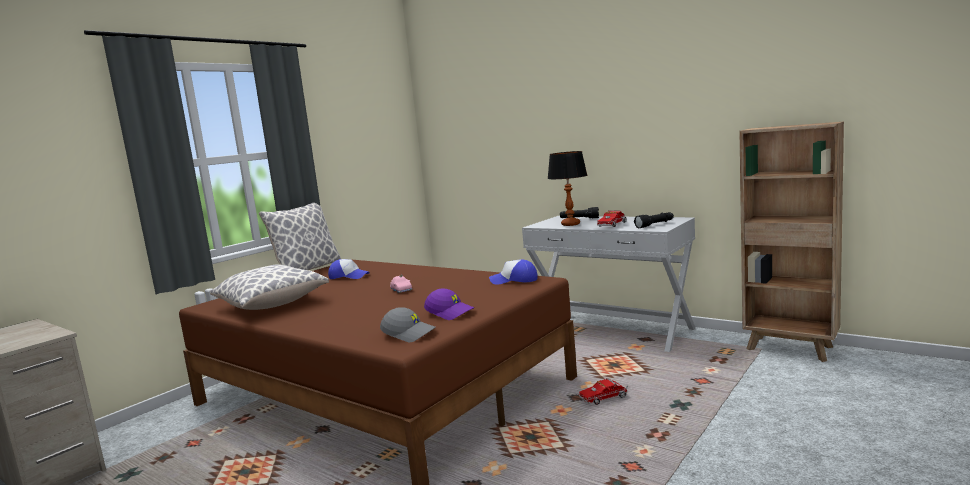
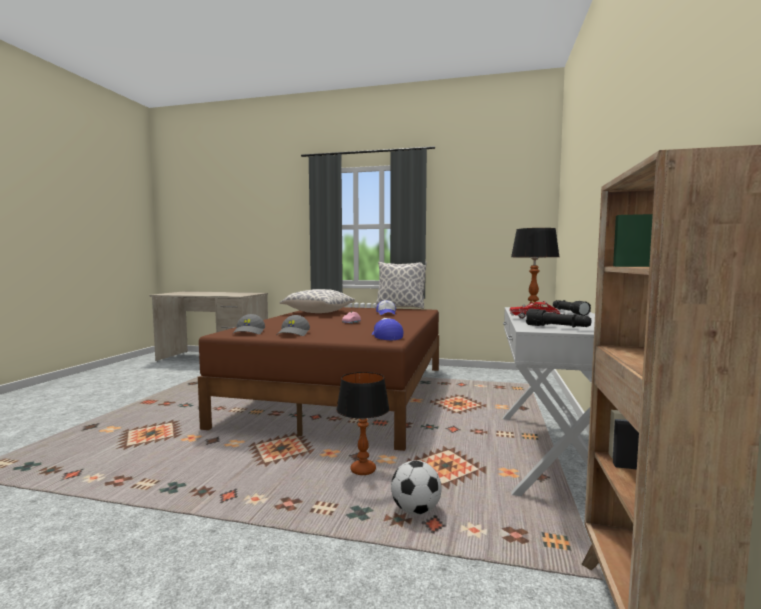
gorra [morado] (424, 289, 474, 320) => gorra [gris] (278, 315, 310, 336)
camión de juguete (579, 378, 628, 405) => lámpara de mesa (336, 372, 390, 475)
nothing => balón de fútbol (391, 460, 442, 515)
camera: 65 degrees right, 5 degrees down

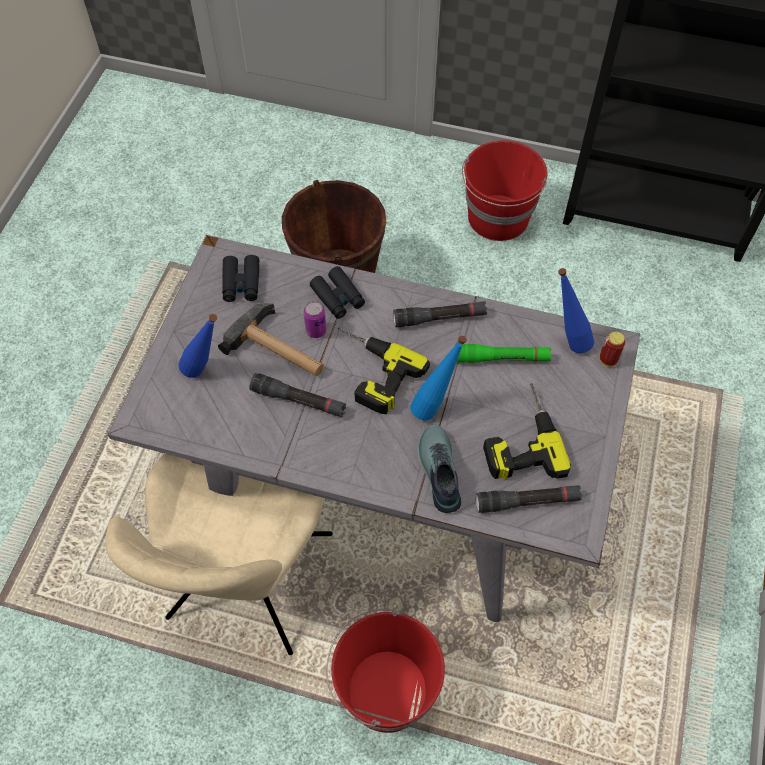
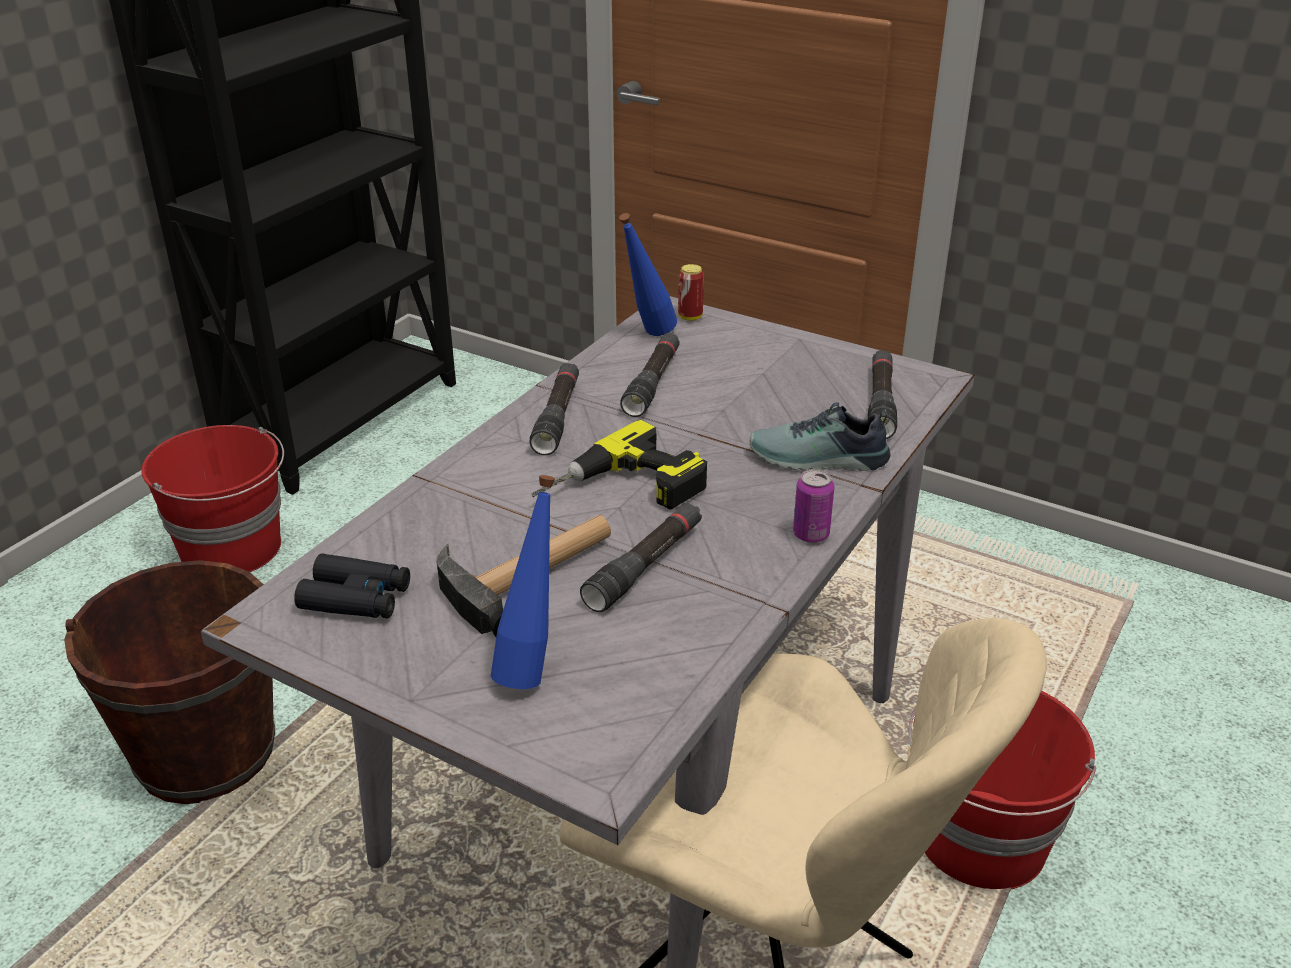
prismáticos [negro] (310, 266, 365, 319) => nothing
lata (304, 301, 326, 338) => lata (793, 469, 834, 543), move
botella [azul] (410, 336, 467, 421) => nothing
linterna [verde] (455, 344, 552, 363) => linterna [negro] (620, 333, 680, 417)
taladro (483, 383, 571, 480) => nothing
camera: 75 degrees left, 25 degrees down

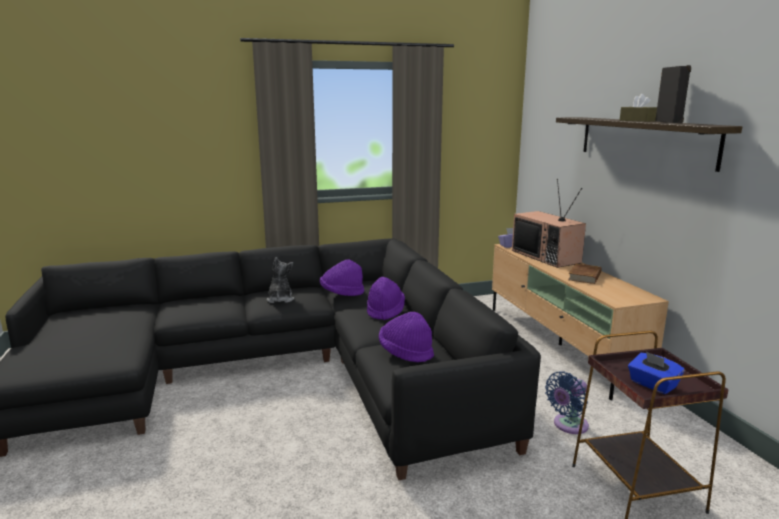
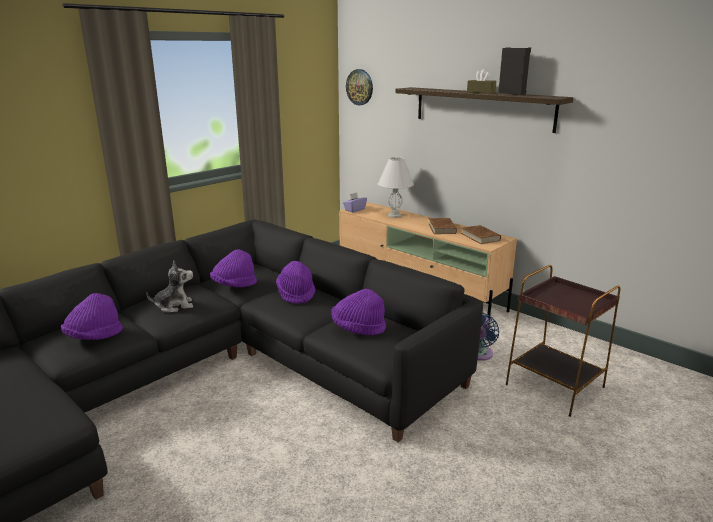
televisor (512, 179, 586, 268) => lámpara de mesa [blanco] (378, 157, 414, 218)
peluche (267, 257, 294, 303) => peluche (146, 261, 193, 312), 105 degrees clockwise
caja de pañuelos [azul] (628, 351, 684, 394) => nothing
nothing => reloj de pared (346, 69, 373, 105)
nothing => libro [marrón] (461, 225, 501, 244)
nothing => sombrero [morado] (61, 293, 123, 340)
camera: 30 degrees left, 5 degrees up

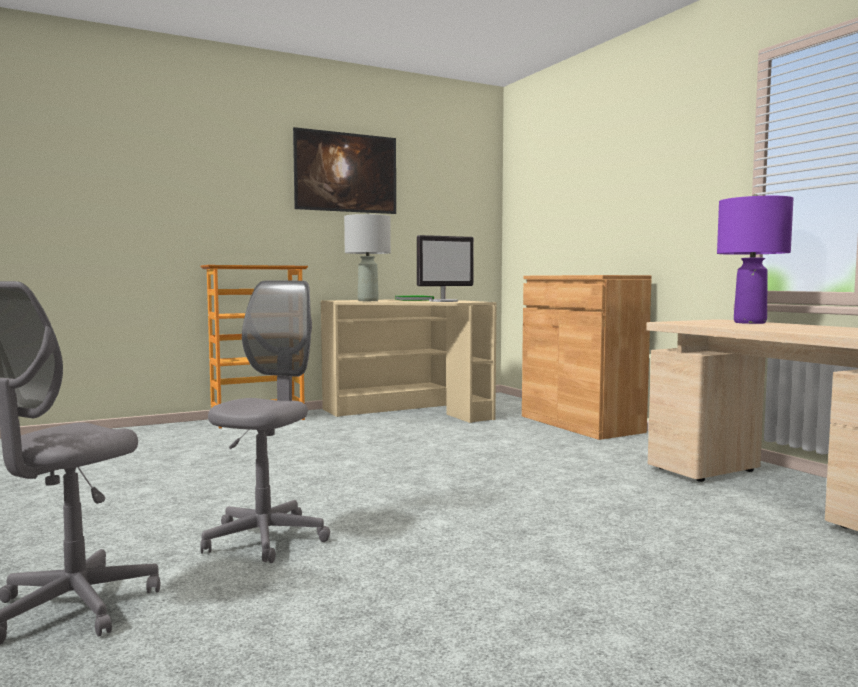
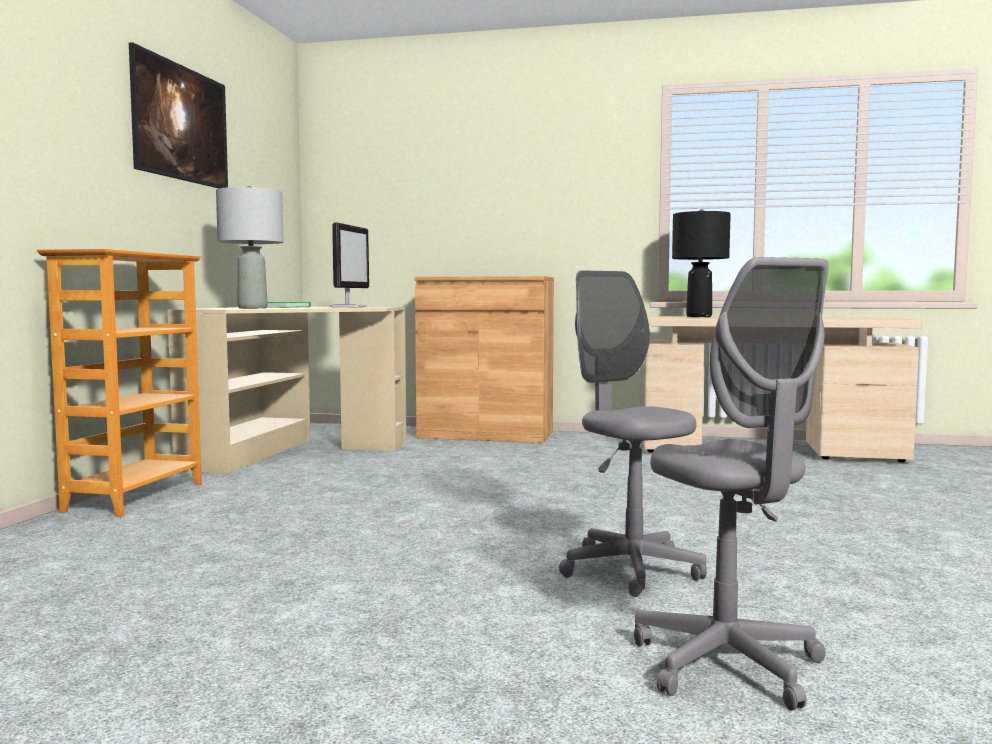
lámpara de mesa [morado] (717, 194, 794, 324) => lámpara de mesa [negro] (672, 209, 731, 317)
camera: 50 degrees left, 0 degrees up

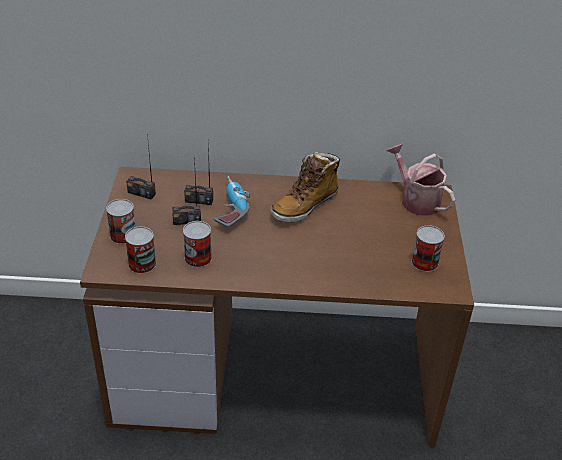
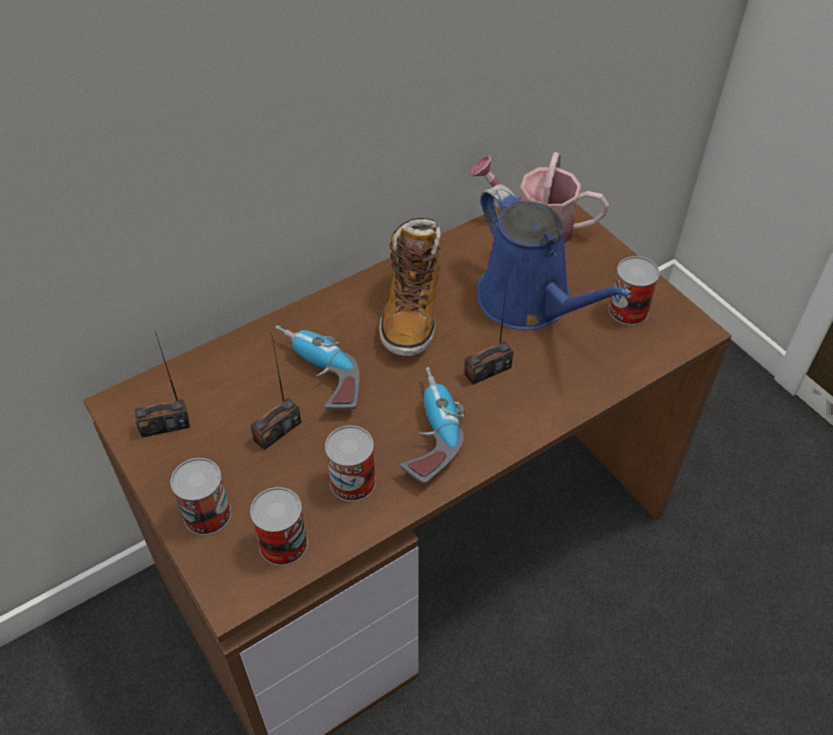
radio (184, 145, 213, 205) => radio (465, 273, 513, 385), move
nothing => regadera [azul] (477, 184, 633, 330)
nothing => taladro (400, 367, 465, 484)
camera: 35 degrees left, 10 degrees up

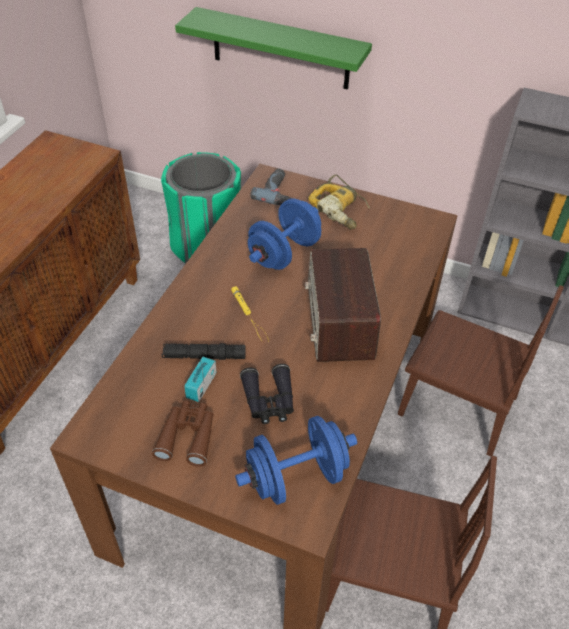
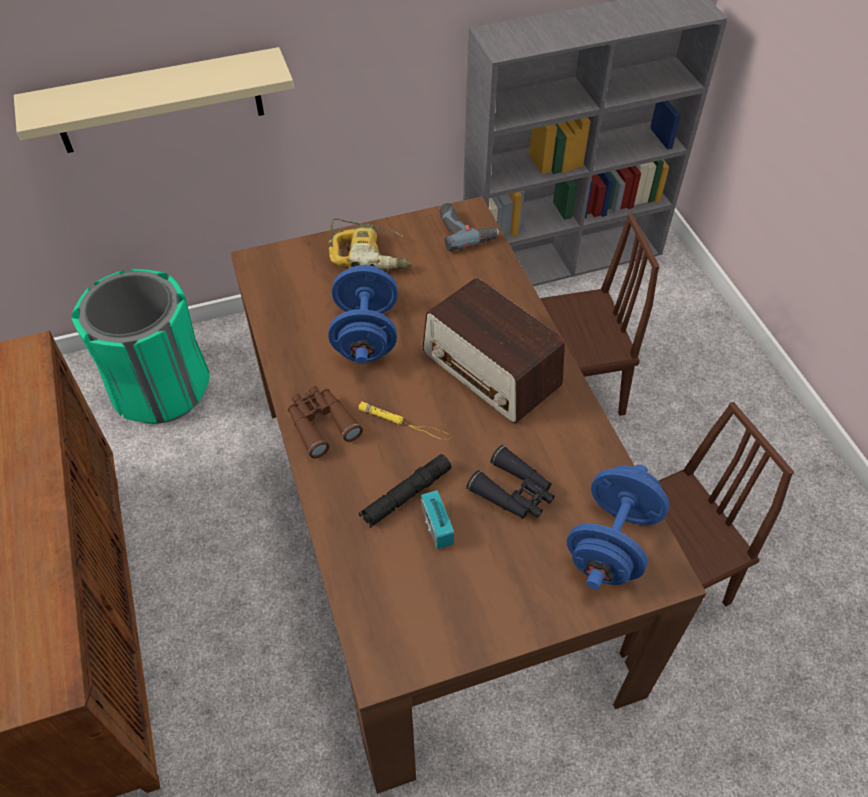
estante [verde] (175, 7, 372, 90) => estante [beis] (14, 47, 294, 153)
taladro (250, 169, 292, 205) => taladro (439, 203, 499, 251), move
prismáticos [marrón] (152, 400, 214, 467) => prismáticos [marrón] (288, 386, 363, 458), move
camera: 40 degrees left, 5 degrees up

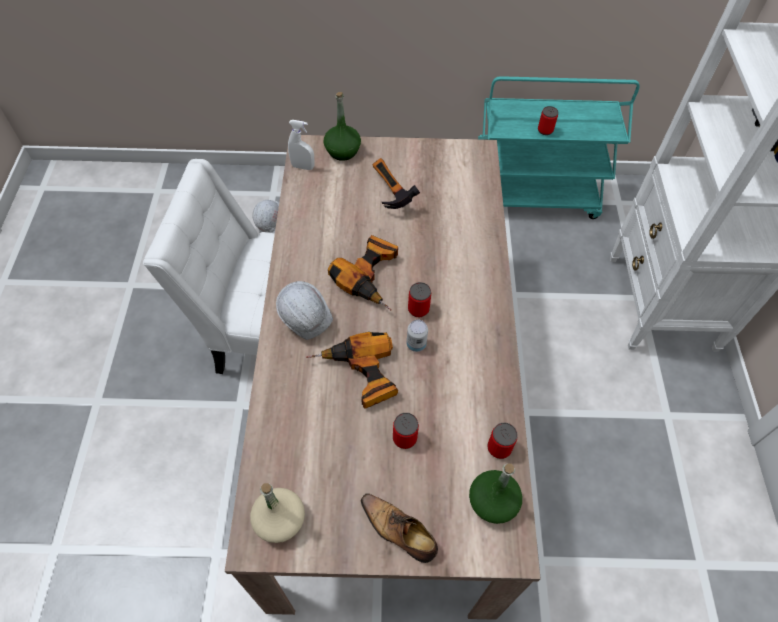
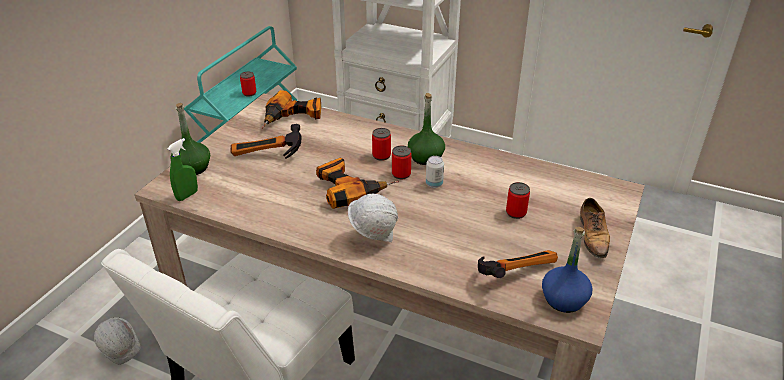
pulverizador [blanco] (288, 120, 315, 170) => pulverizador [verde] (167, 138, 198, 201)
taladro (306, 332, 398, 409) => taladro (262, 90, 321, 128), move
lata (487, 423, 517, 459) => lata (372, 128, 391, 161), move
botella [verde] (469, 464, 523, 524) => botella [verde] (408, 93, 445, 165), move
botella [beis] (250, 483, 305, 543) => botella [azul] (542, 227, 592, 313)
zapato (361, 493, 438, 563) => zapato (580, 198, 610, 258), 60 degrees counterclockwise
nothing => martillo (478, 250, 558, 278)
camera: 65 degrees left, 20 degrees down

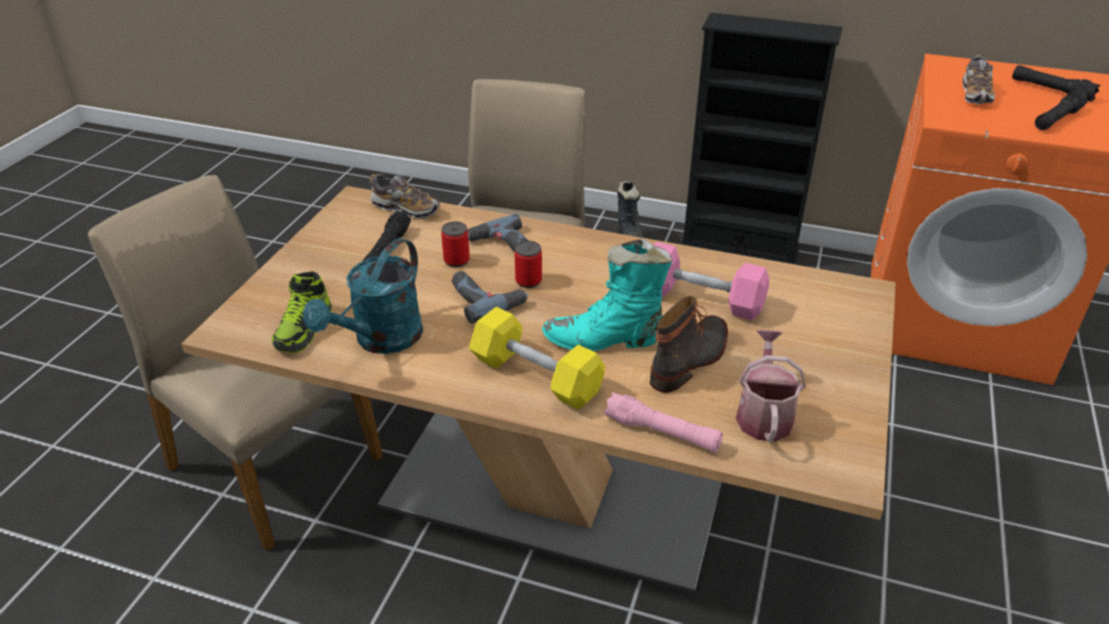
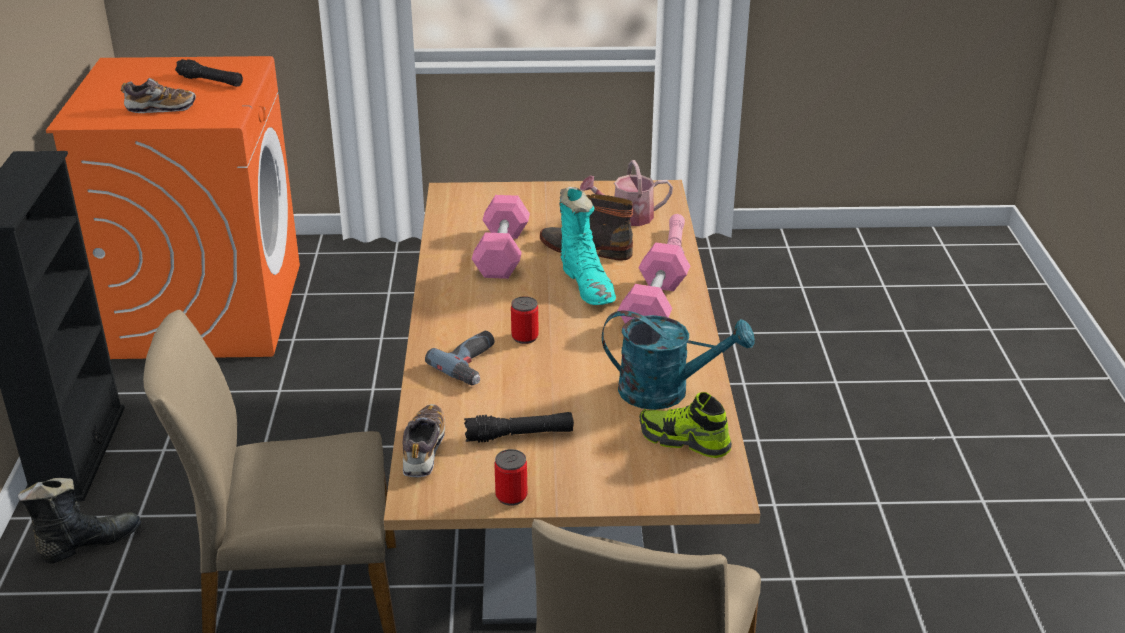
linterna [negro] (1012, 65, 1100, 102) => nothing
lata (441, 221, 470, 267) => lata (495, 449, 528, 506), move
zapato (272, 271, 332, 353) => zapato (639, 392, 732, 458), 150 degrees counterclockwise
taladro (452, 271, 528, 324) => nothing
mancuerna [amarillo] (469, 307, 605, 410) => mancuerna [rosa] (618, 242, 690, 324)
camera: 110 degrees left, 5 degrees down

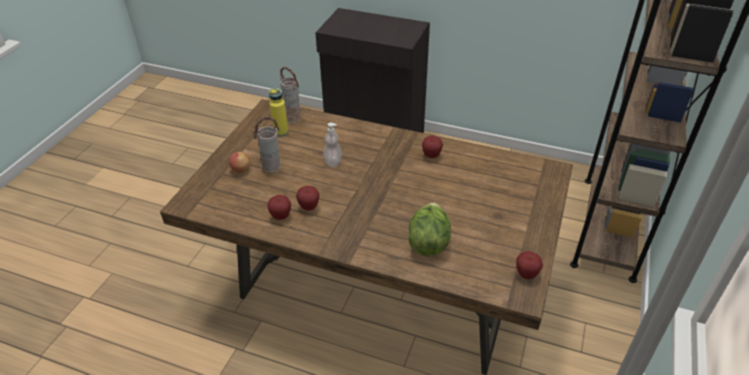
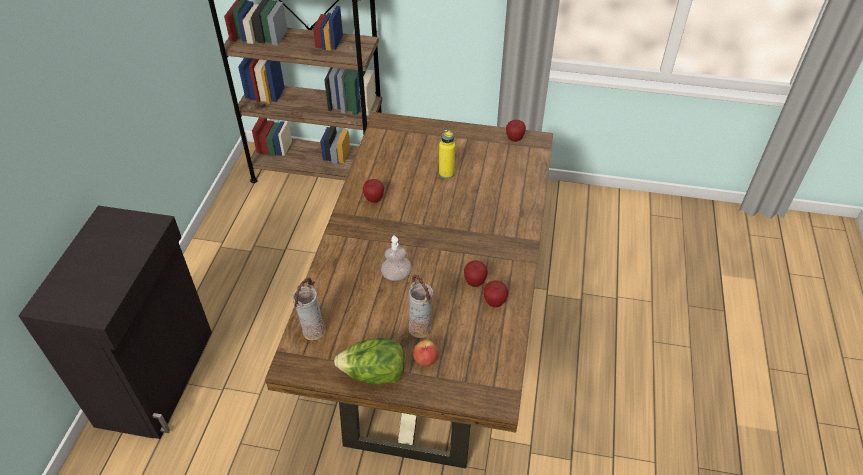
botella [amarillo] (269, 88, 288, 136) => botella [amarillo] (439, 130, 455, 179), move
lechuga (408, 203, 451, 256) => lechuga (334, 338, 405, 384), move
camera: 100 degrees left, 5 degrees up

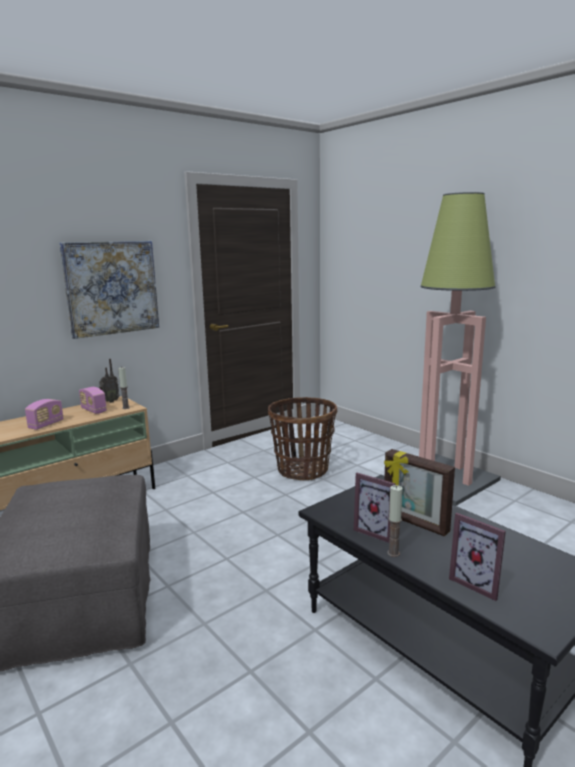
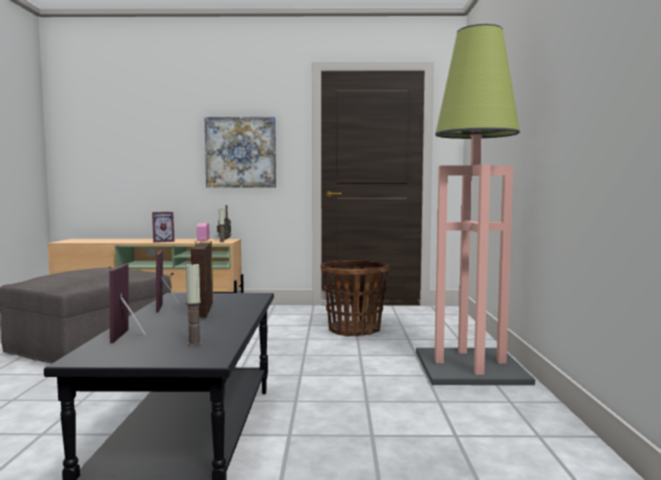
radio (25, 399, 64, 430) => portarretratos (152, 212, 175, 243)
vela (387, 485, 403, 557) => vela (186, 262, 202, 346), move
camera: 40 degrees right, 10 degrees down

